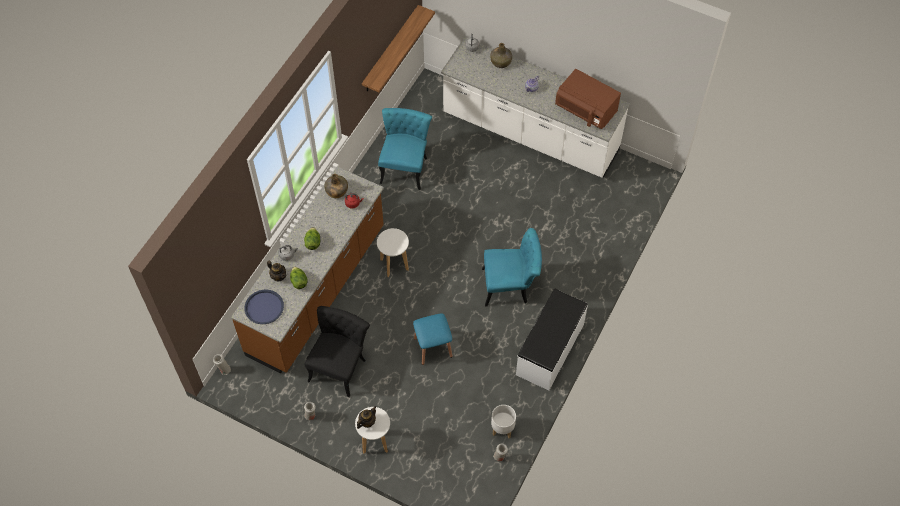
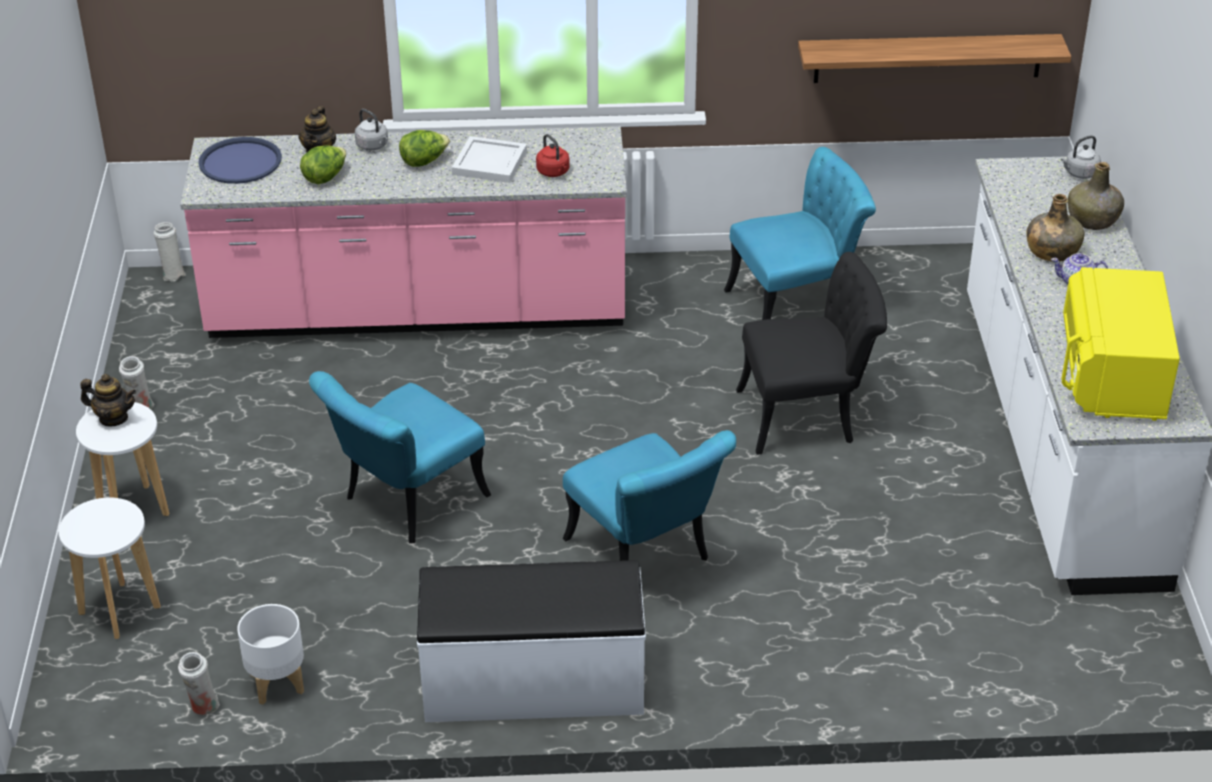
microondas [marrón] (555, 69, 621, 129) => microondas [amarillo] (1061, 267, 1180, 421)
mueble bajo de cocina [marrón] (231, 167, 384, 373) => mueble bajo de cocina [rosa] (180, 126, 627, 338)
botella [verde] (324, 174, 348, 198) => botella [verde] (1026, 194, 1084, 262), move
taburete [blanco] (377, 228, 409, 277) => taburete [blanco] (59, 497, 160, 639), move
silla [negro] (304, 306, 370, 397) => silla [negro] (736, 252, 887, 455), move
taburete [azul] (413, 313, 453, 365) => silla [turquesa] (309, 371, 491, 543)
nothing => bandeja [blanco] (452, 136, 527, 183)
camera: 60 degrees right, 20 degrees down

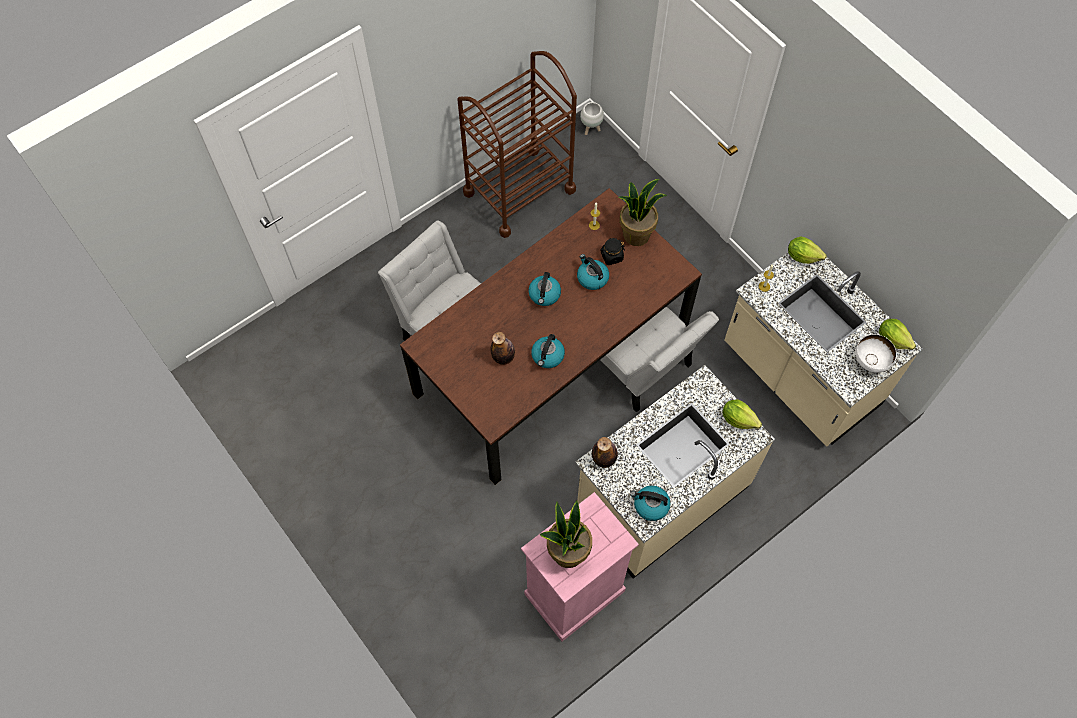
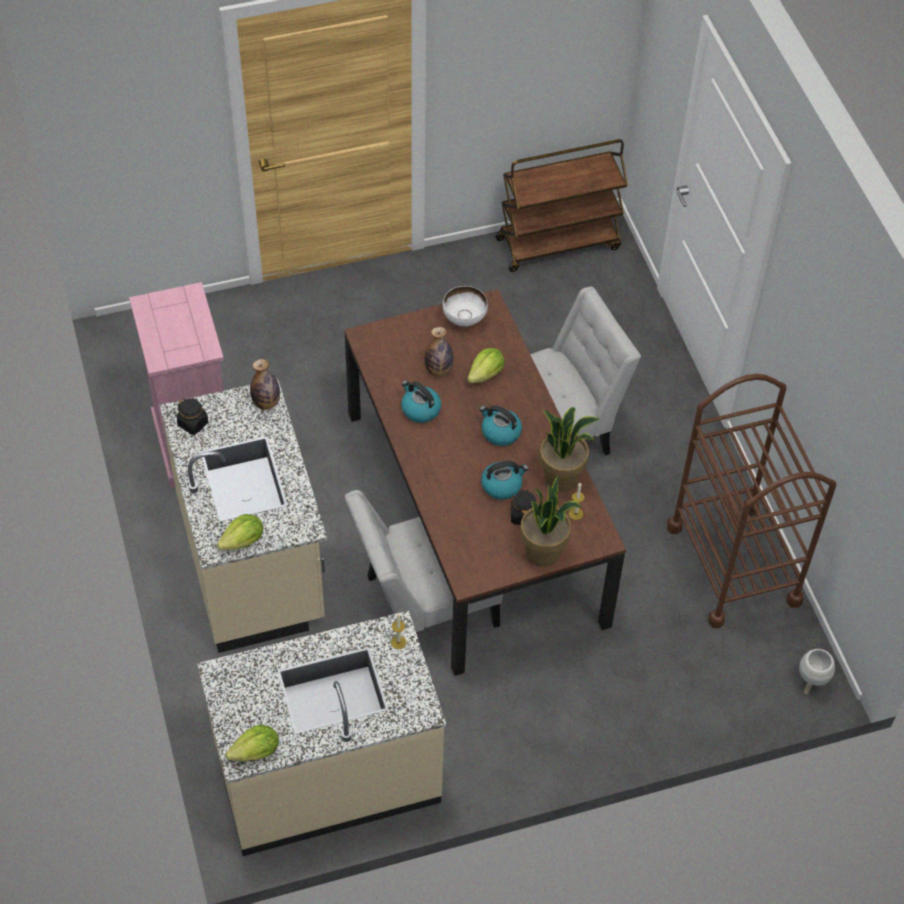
lechuga (788, 236, 827, 264) => lechuga (467, 348, 505, 383), move
cuenco [blanco] (855, 334, 897, 373) => cuenco [blanco] (443, 286, 488, 327), move
hervidor (630, 486, 671, 521) => tarro [negro] (177, 398, 208, 435)
planta en maceta (540, 501, 592, 568) => planta en maceta (539, 407, 599, 492), move
nothing => carrito [marrón] (496, 139, 628, 272)
camera: 110 degrees right, 10 degrees down

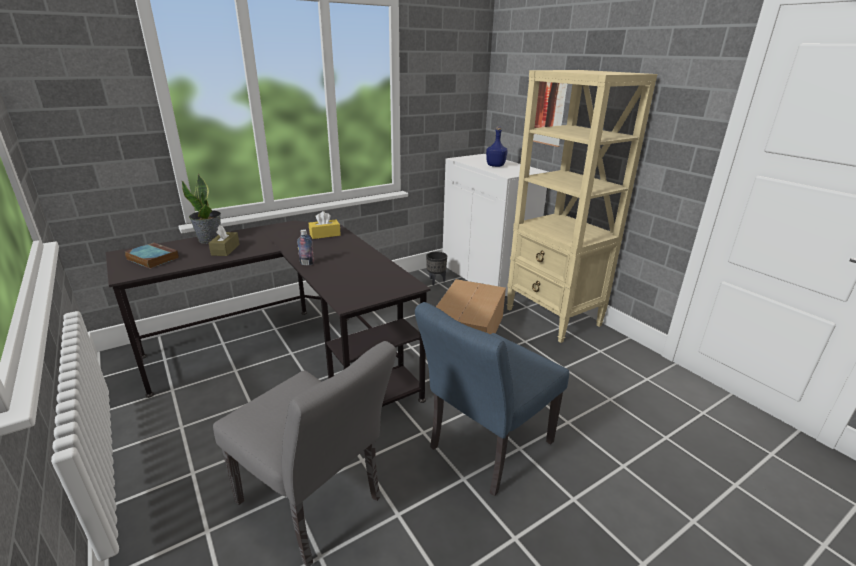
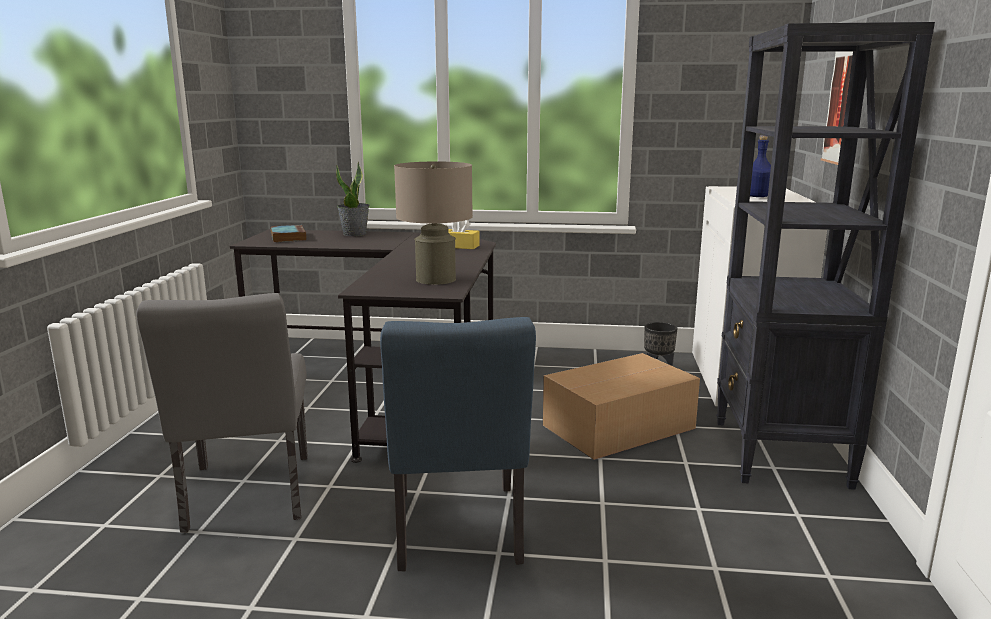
estantería [beis] (507, 70, 657, 343) => estantería [negro] (716, 22, 935, 490)
caja de pañuelos [marrón] (208, 225, 240, 256) => nothing
botella (297, 229, 314, 265) => nothing
silla [azul] (415, 302, 569, 496) => silla [azul] (380, 317, 536, 571), 90 degrees counterclockwise
nothing => lámpara de mesa [beis] (394, 162, 473, 285)
camera: 40 degrees right, 10 degrees down

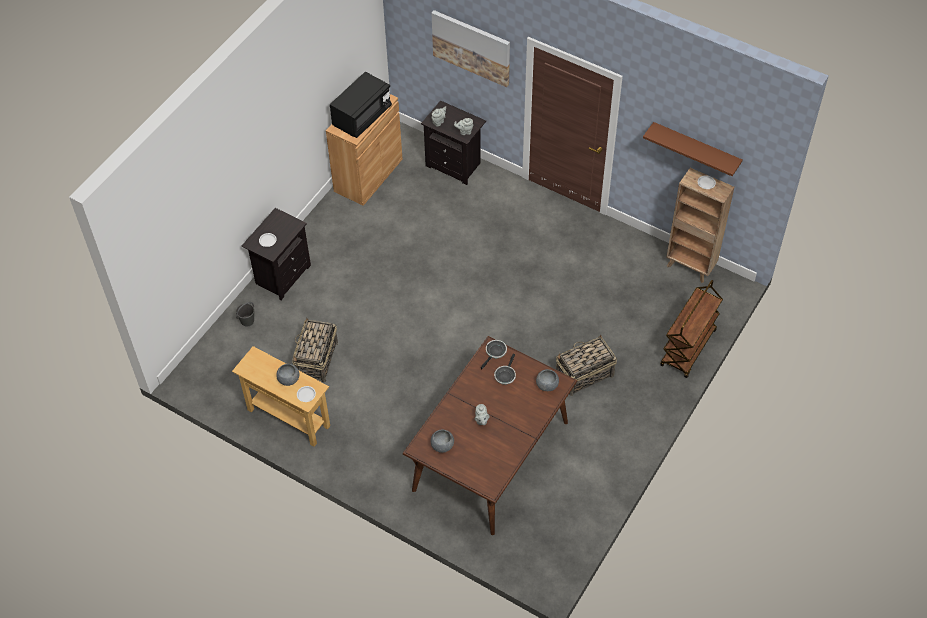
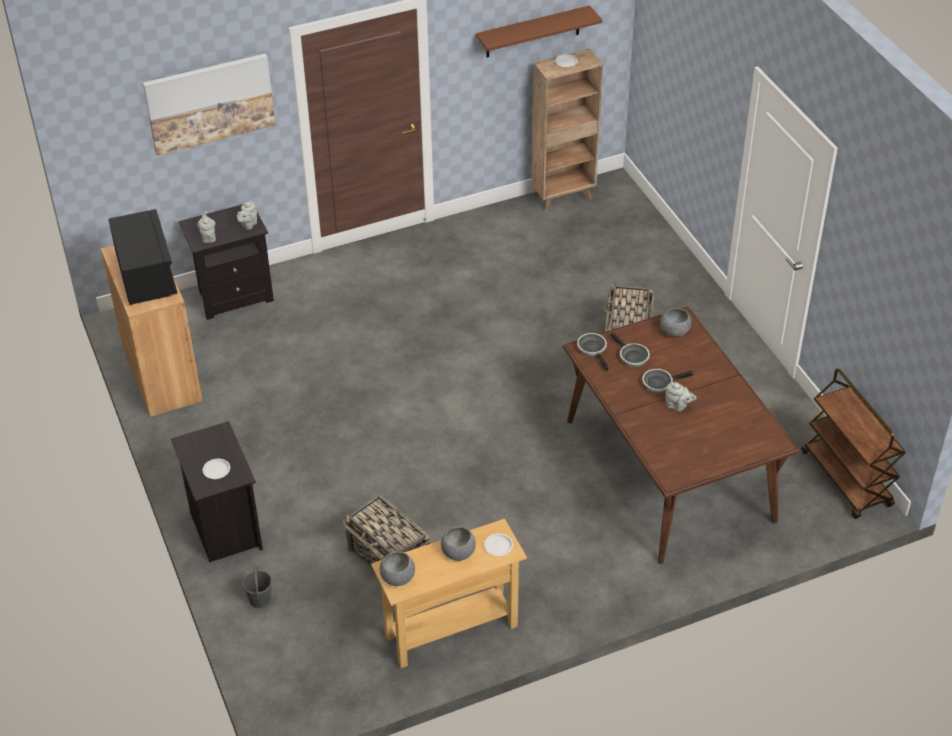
carrito [marrón] (660, 280, 723, 378) => carrito [marrón] (802, 369, 906, 519), move
cuenco [gris] (431, 430, 454, 453) => cuenco [gris] (380, 551, 415, 586), move
nothing => sartén (642, 369, 693, 393)
camera: 55 degrees left, 10 degrees down

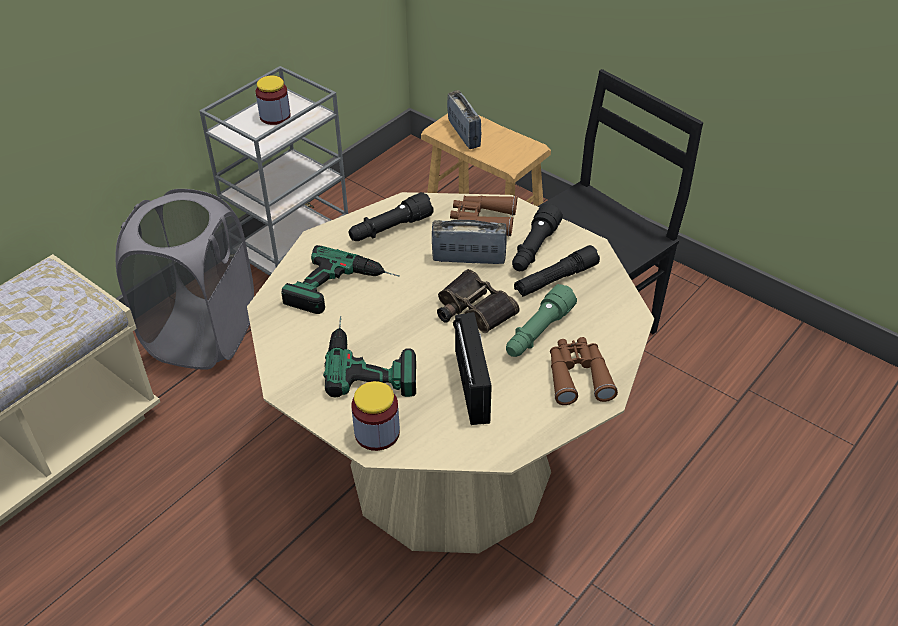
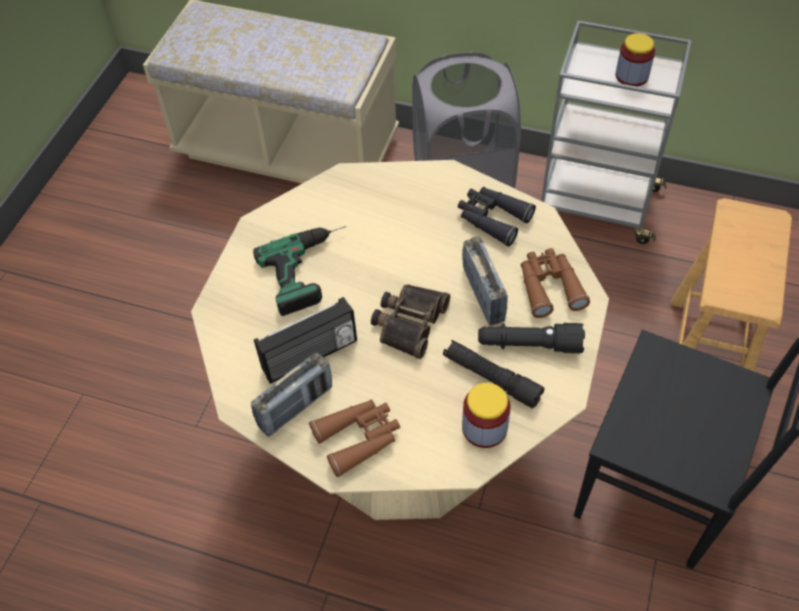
radio (447, 90, 482, 149) => radio (251, 352, 332, 437), move
linterna [negro] (349, 192, 434, 241) => prismáticos [negro] (458, 187, 536, 246)
taladro (281, 245, 400, 314) => nothing
linterna [verde] (506, 284, 577, 357) => nothing
tarro (351, 381, 400, 451) => tarro (462, 383, 511, 448), move
camera: 70 degrees right, 10 degrees up

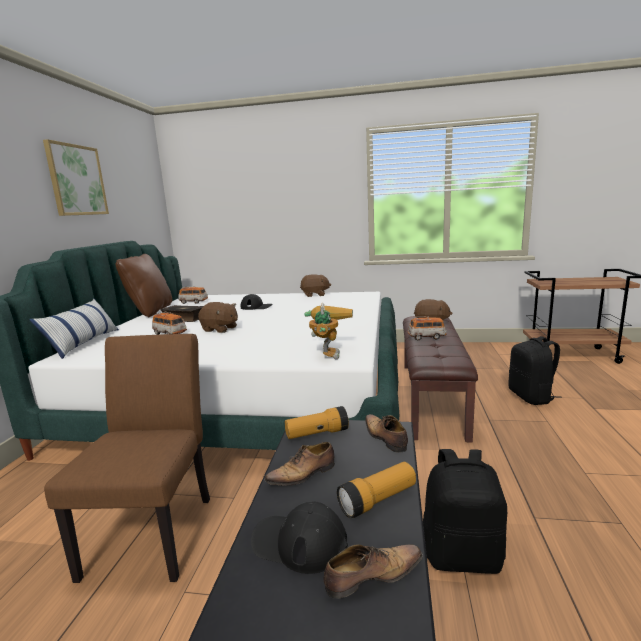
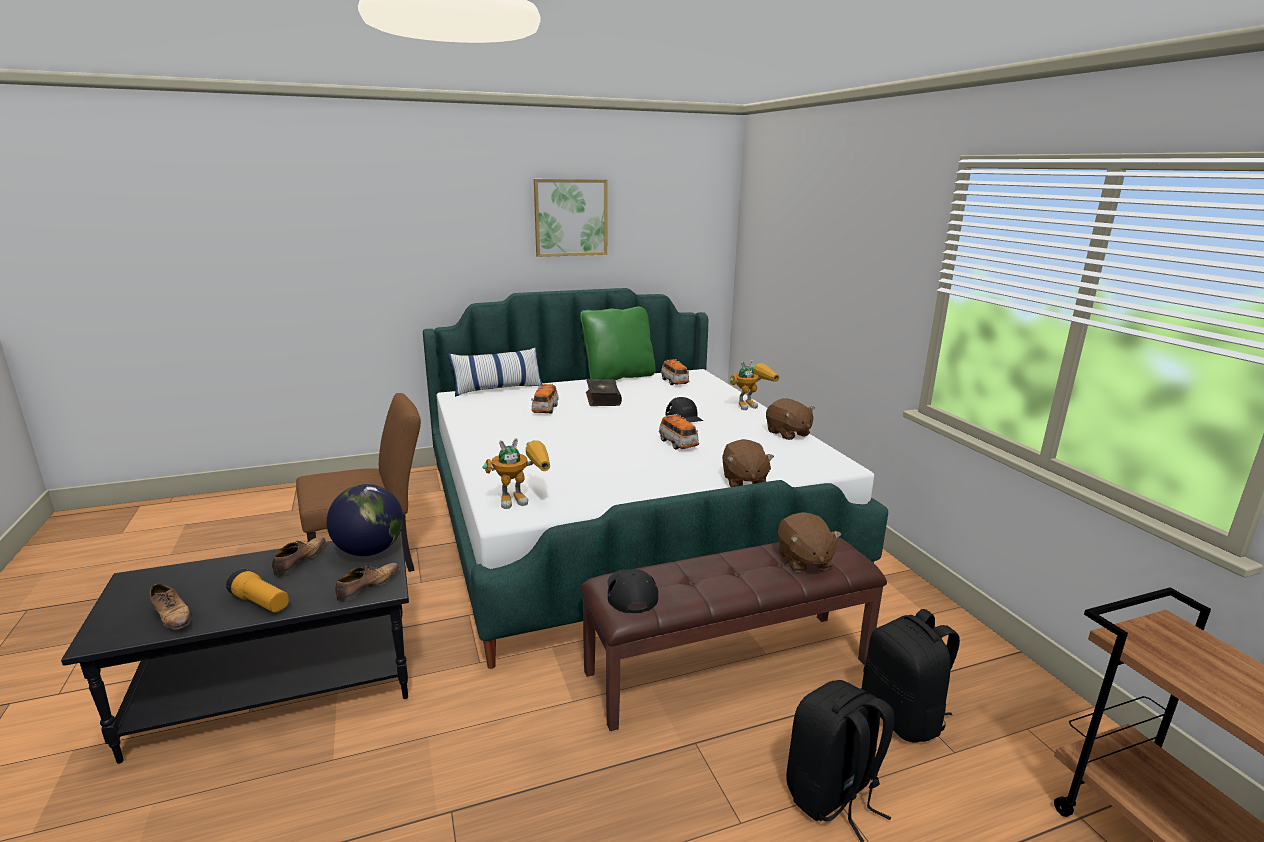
cojín [marrón] (116, 254, 173, 317) => cojín [verde] (580, 306, 655, 381)
peluche [marrón] (198, 302, 238, 333) => peluche [marrón] (722, 439, 774, 487), move
coche de juguete (408, 317, 447, 340) => coche de juguete (659, 414, 699, 450), move
linterna (285, 406, 349, 439) => globo terráqueo (327, 484, 403, 556)
zapato (264, 442, 335, 486) => zapato (272, 537, 326, 577), 75 degrees clockwise
mochila [negro] (423, 449, 507, 574) => mochila [negro] (862, 609, 960, 742), move
gorra [negro] (251, 502, 348, 574) => gorra [negro] (607, 569, 659, 613), move
nothing => robot de juguete (730, 360, 780, 410)
camera: 60 degrees right, 5 degrees up

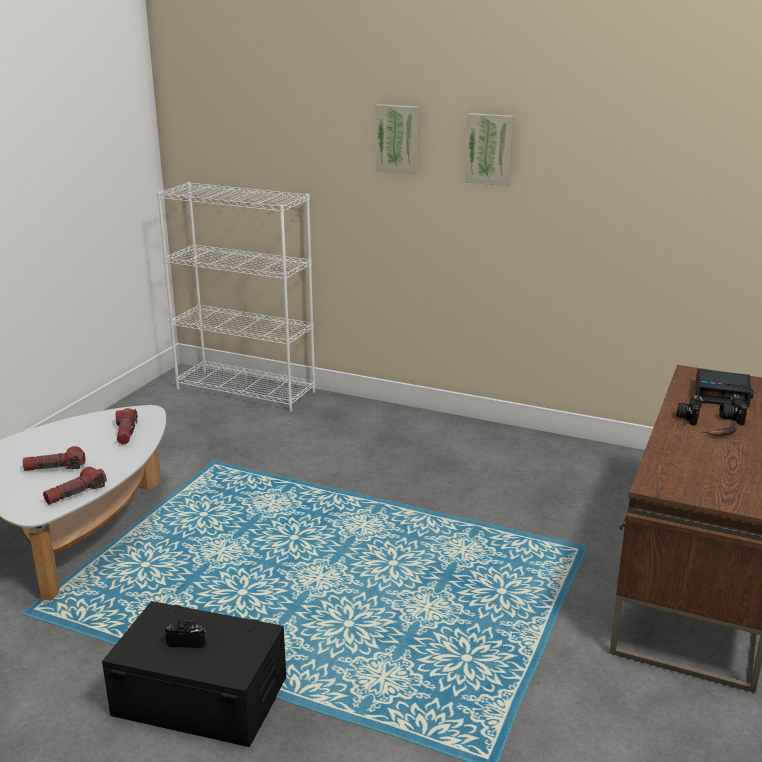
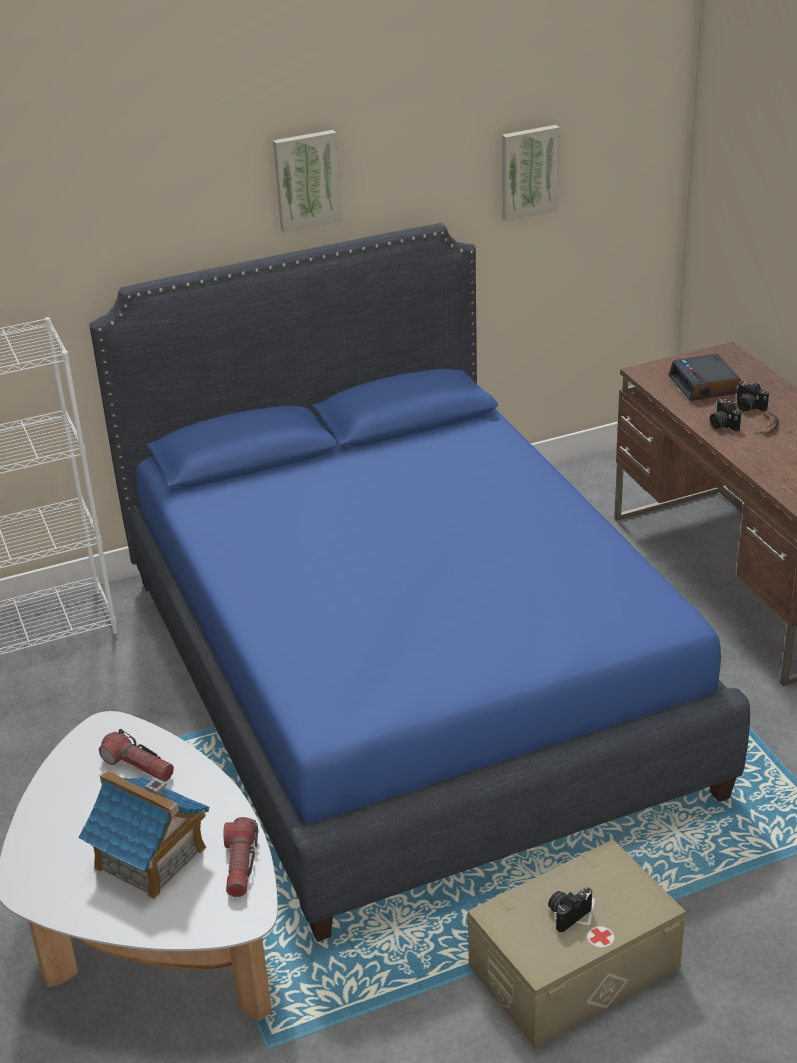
cuadro (376, 104, 419, 175) => cuadro (502, 125, 560, 222), move
despertador (695, 369, 754, 408) => despertador (669, 354, 741, 401), 105 degrees clockwise
linterna (23, 446, 85, 471) => casita (78, 770, 209, 899)
caja de almacenaje [negro] (102, 601, 286, 747) => caja de almacenaje [beis] (468, 840, 686, 1048)
nothing => cama [azul] (89, 223, 750, 942)
camera: 45 degrees left, 10 degrees up

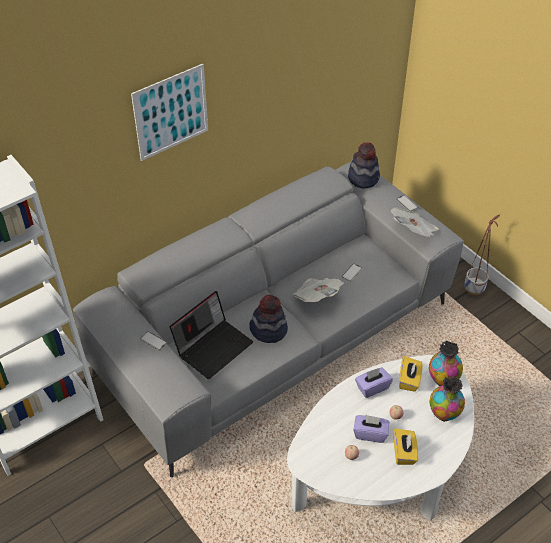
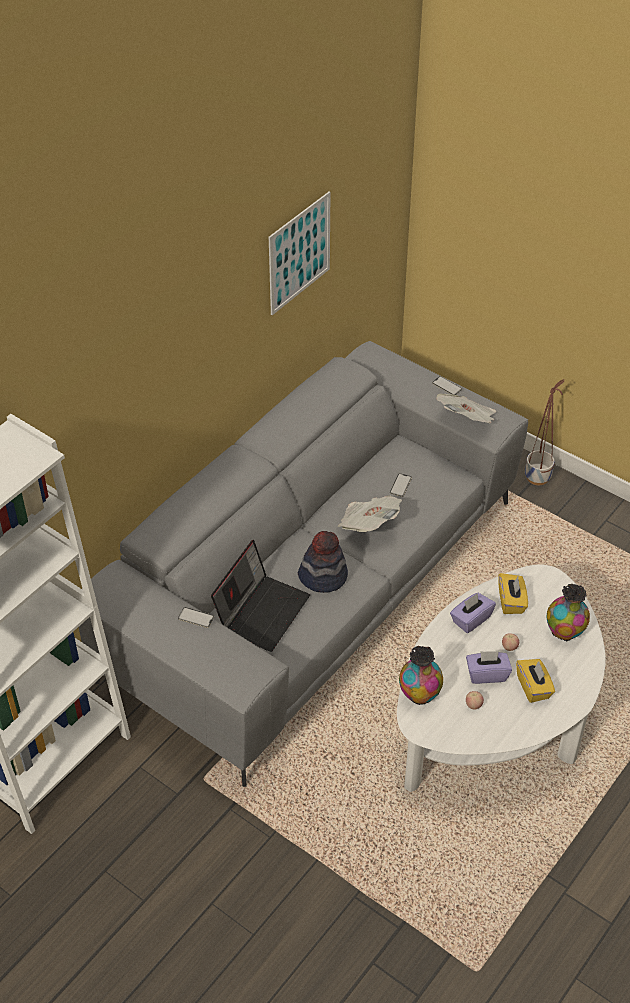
cuadro (131, 64, 208, 161) => cuadro (269, 191, 331, 315), move
sombrero (348, 142, 380, 188) => nothing
florero (429, 341, 463, 386) => florero (399, 646, 443, 705), move
camera: 15 degrees left, 0 degrees up

